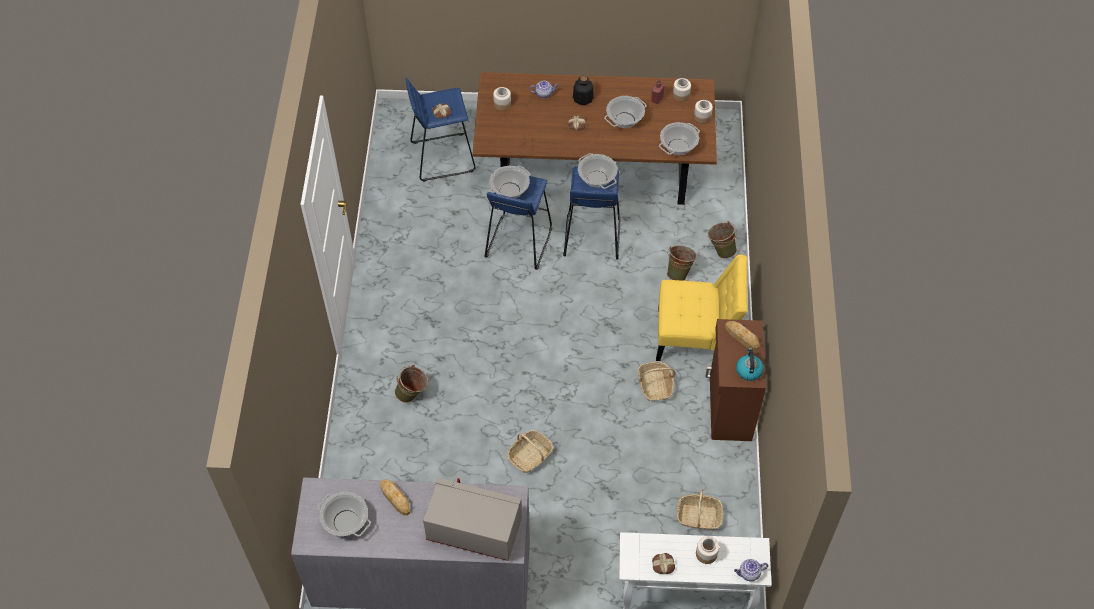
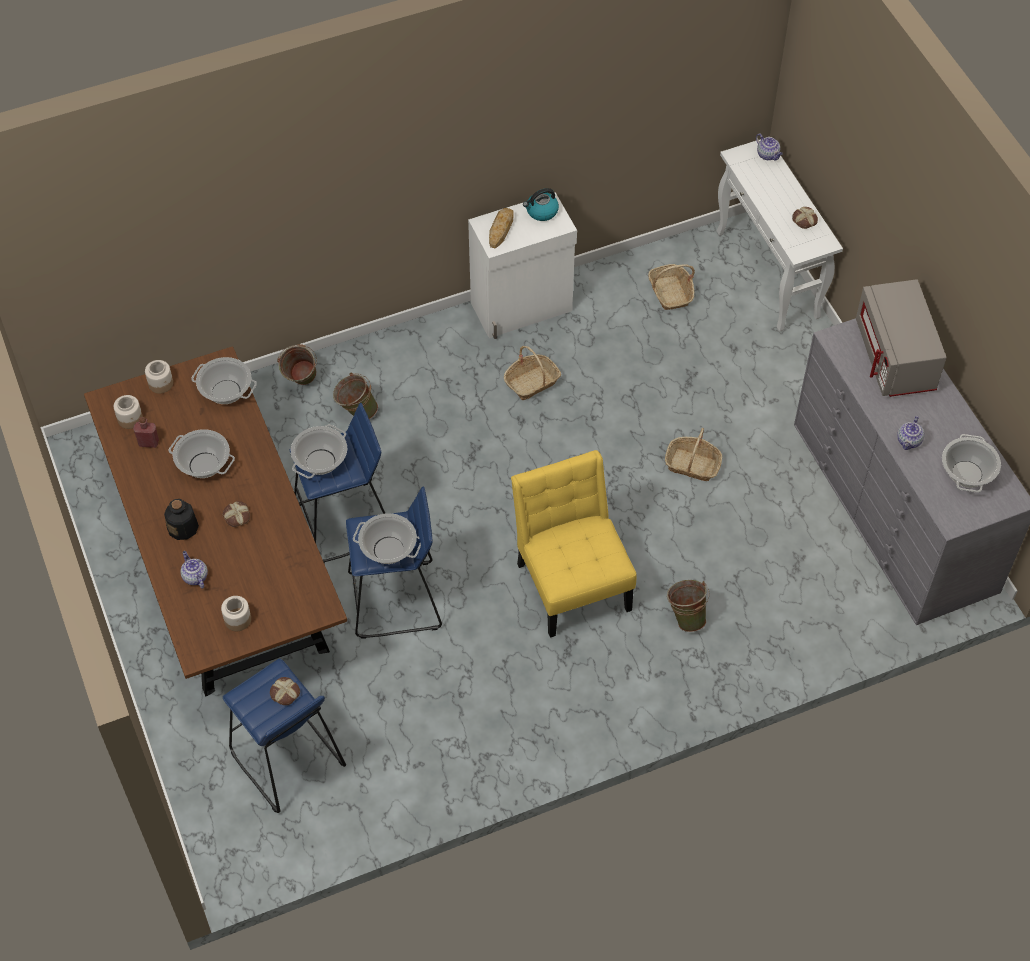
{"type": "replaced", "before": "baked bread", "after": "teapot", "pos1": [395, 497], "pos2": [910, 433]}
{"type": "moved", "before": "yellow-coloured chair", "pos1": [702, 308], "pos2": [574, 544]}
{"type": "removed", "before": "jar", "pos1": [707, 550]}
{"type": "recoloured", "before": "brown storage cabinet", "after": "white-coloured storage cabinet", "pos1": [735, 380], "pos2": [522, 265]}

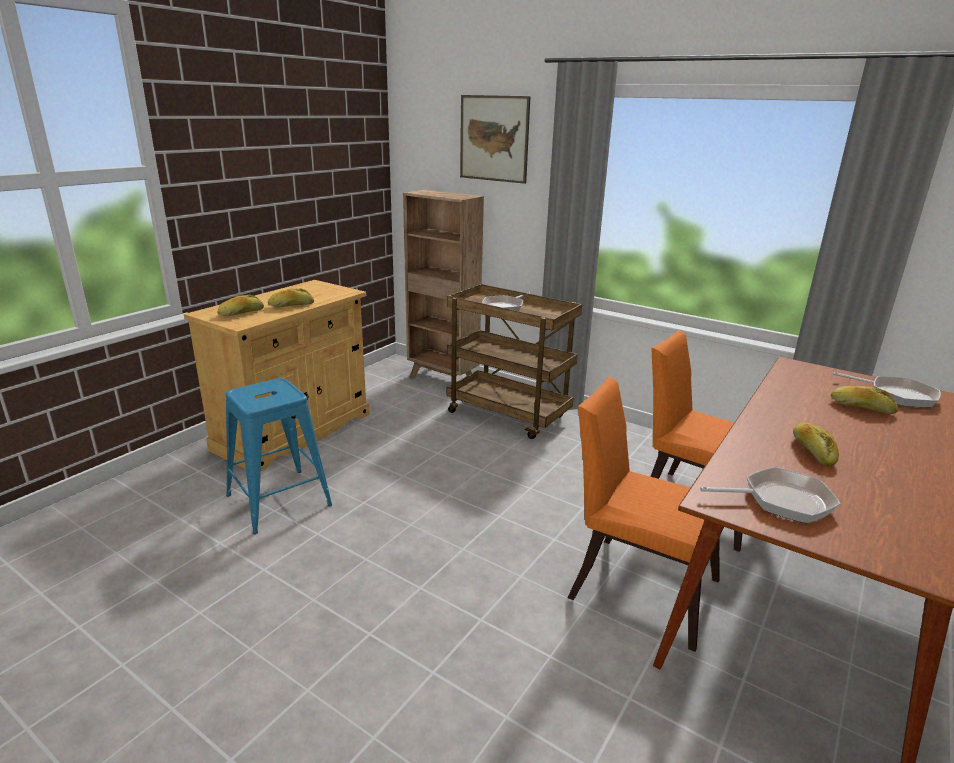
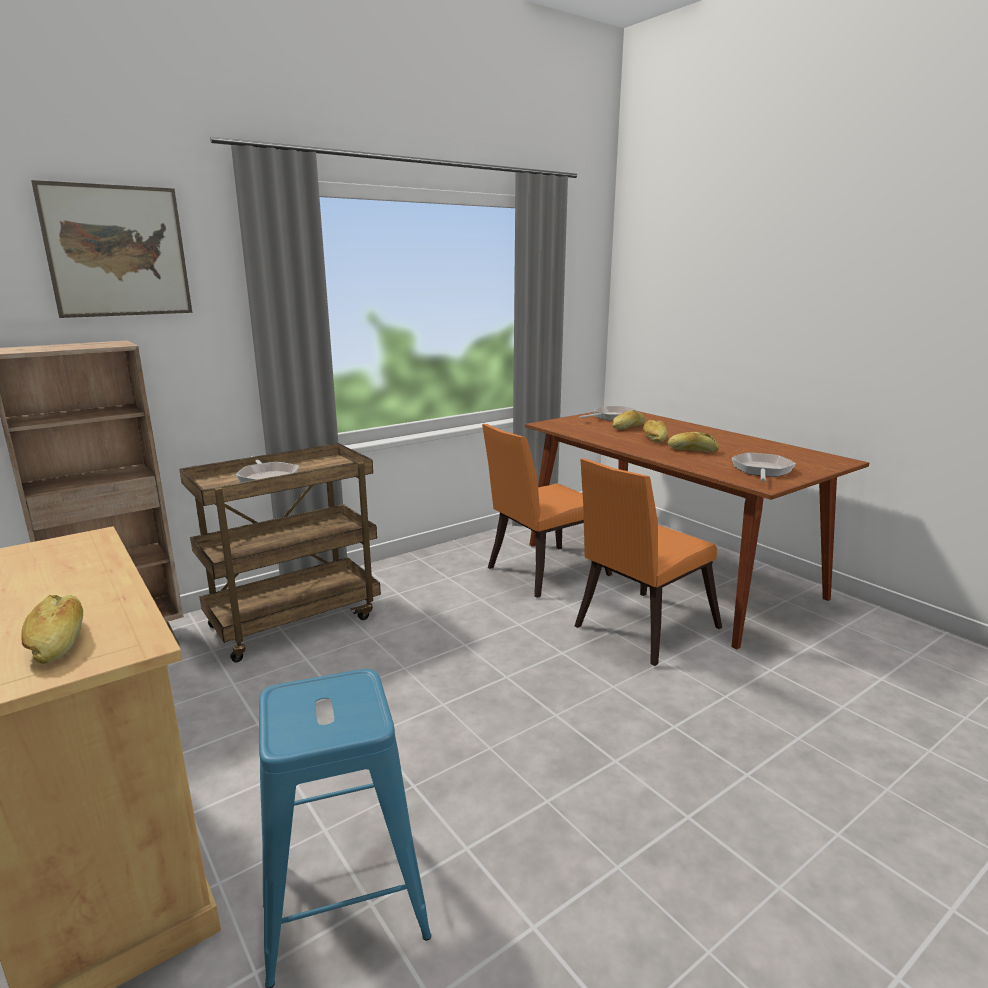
{"type": "moved", "before": "baked bread", "pos1": [291, 297], "pos2": [655, 431]}

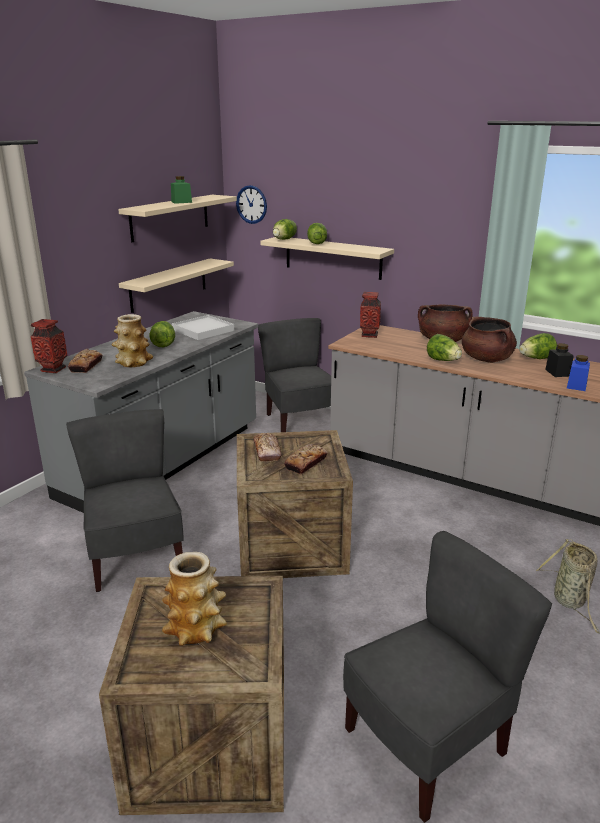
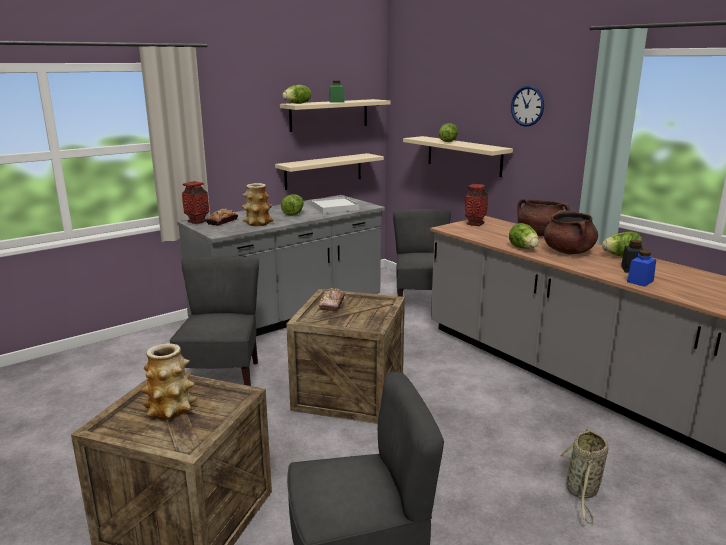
{"type": "moved", "before": "hanging clock", "pos1": [251, 204], "pos2": [527, 106]}
{"type": "moved", "before": "head of lettuce", "pos1": [285, 229], "pos2": [296, 94]}
{"type": "removed", "before": "baked bread", "pos1": [305, 459]}

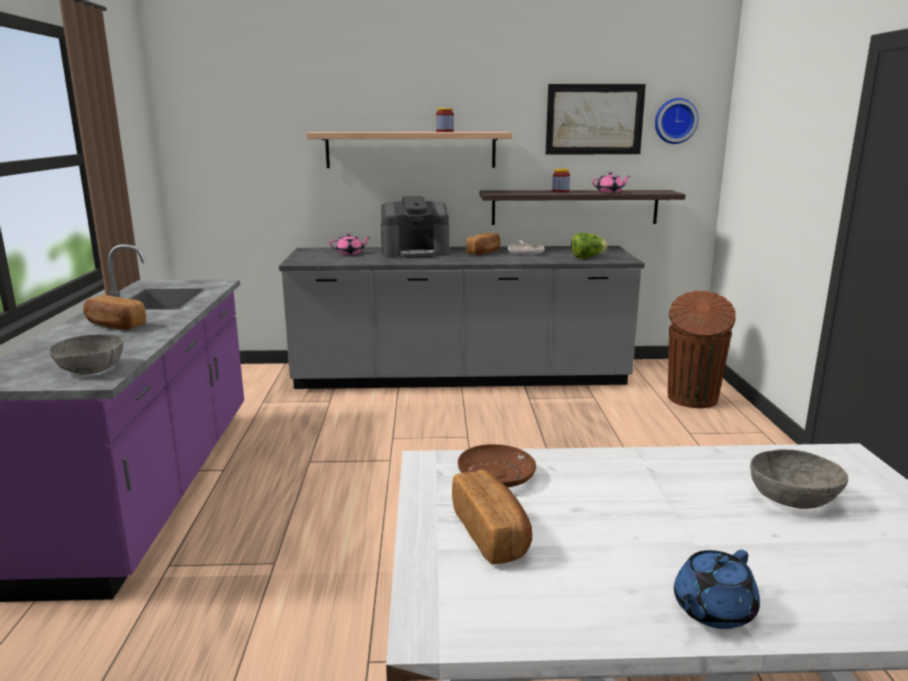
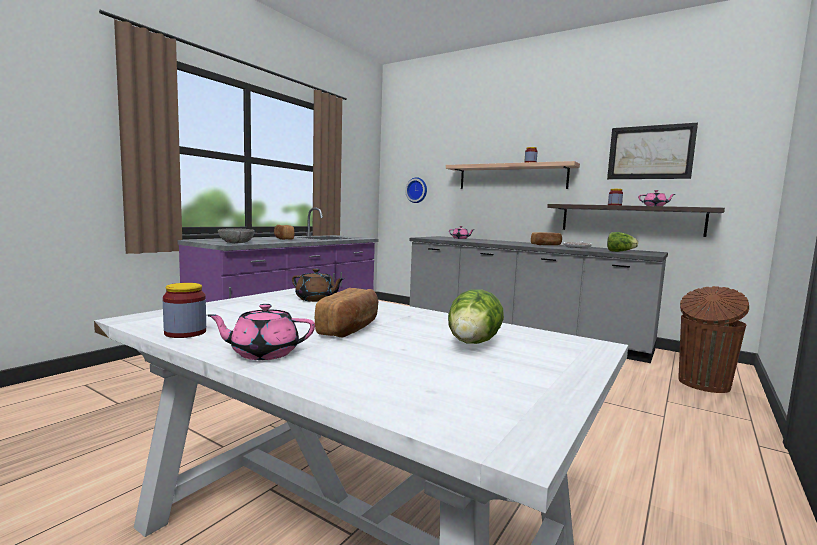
{"type": "removed", "before": "coffee maker", "pos1": [415, 227]}
{"type": "moved", "before": "baked bread", "pos1": [492, 517], "pos2": [347, 313]}
{"type": "replaced", "before": "brown flat dish", "after": "brown teapot", "pos1": [497, 465], "pos2": [318, 285]}
{"type": "moved", "before": "hanging clock", "pos1": [676, 121], "pos2": [416, 190]}
{"type": "recoloured", "before": "bluish teapot", "after": "pink-coloured teapot", "pos1": [717, 589], "pos2": [261, 332]}
{"type": "replaced", "before": "gray deep dish", "after": "head of lettuce", "pos1": [799, 479], "pos2": [476, 317]}
{"type": "added", "after": "jar", "pos2": [184, 310]}

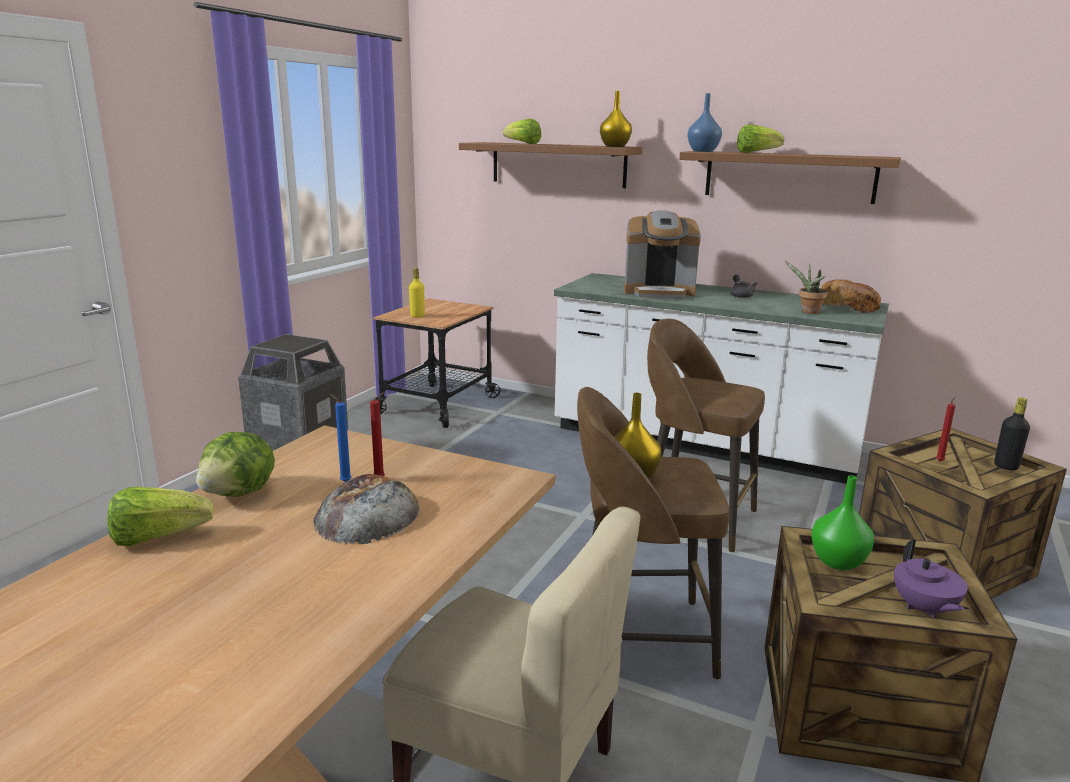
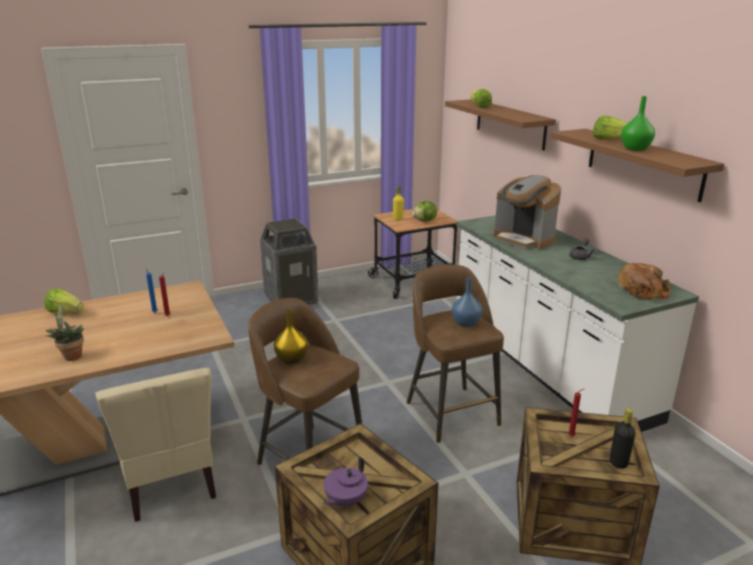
{"type": "moved", "before": "head of lettuce", "pos1": [235, 464], "pos2": [424, 211]}
{"type": "removed", "before": "baked bread", "pos1": [366, 509]}
{"type": "removed", "before": "yellow-coloured decorative vase", "pos1": [616, 119]}
{"type": "moved", "before": "bluish decorative vase", "pos1": [705, 122], "pos2": [467, 302]}
{"type": "moved", "before": "plant in a pot", "pos1": [806, 287], "pos2": [65, 332]}
{"type": "moved", "before": "greenish decorative vase", "pos1": [842, 522], "pos2": [638, 123]}

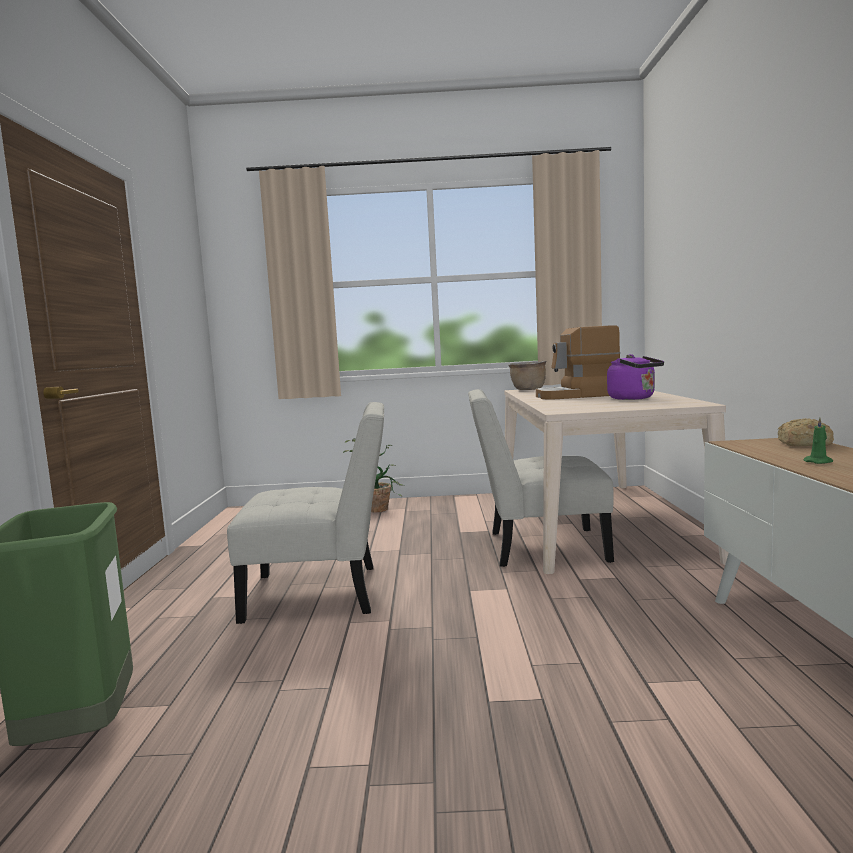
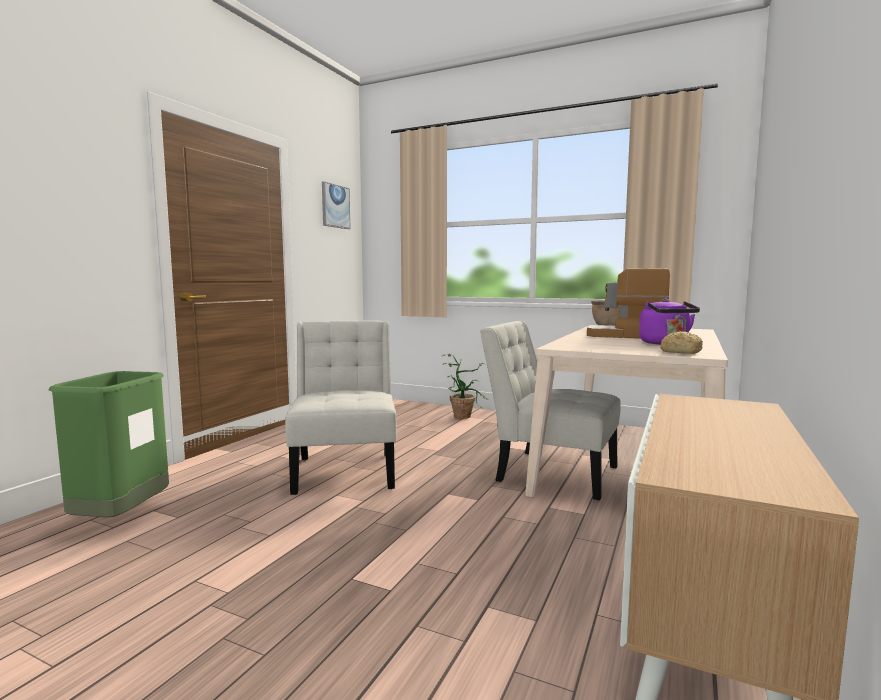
{"type": "turned", "before": "white-coloured chair", "pos1": [305, 513], "pos2": [340, 407], "turn": -120}
{"type": "moved", "before": "baked bread", "pos1": [806, 432], "pos2": [681, 342]}
{"type": "removed", "before": "greenish candle", "pos1": [818, 441]}
{"type": "added", "after": "picture", "pos2": [336, 205]}

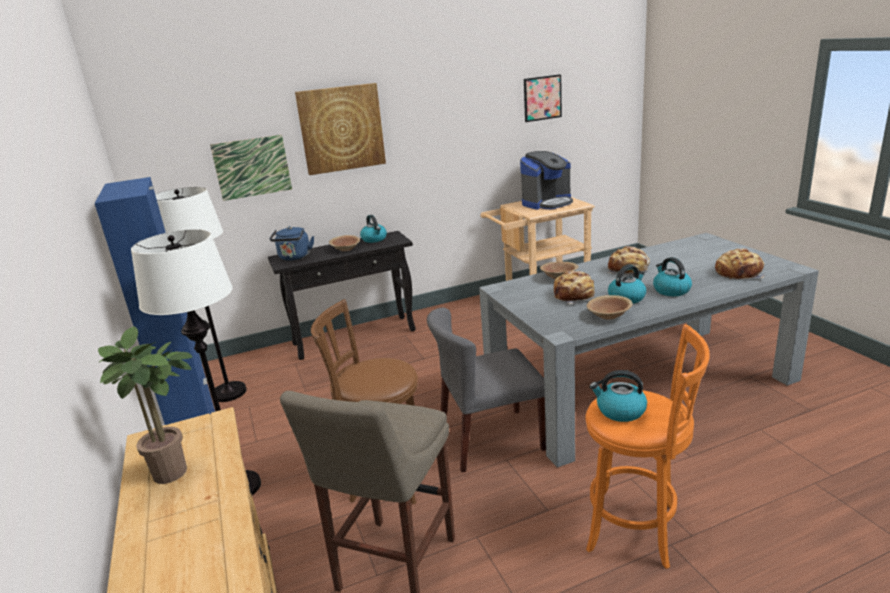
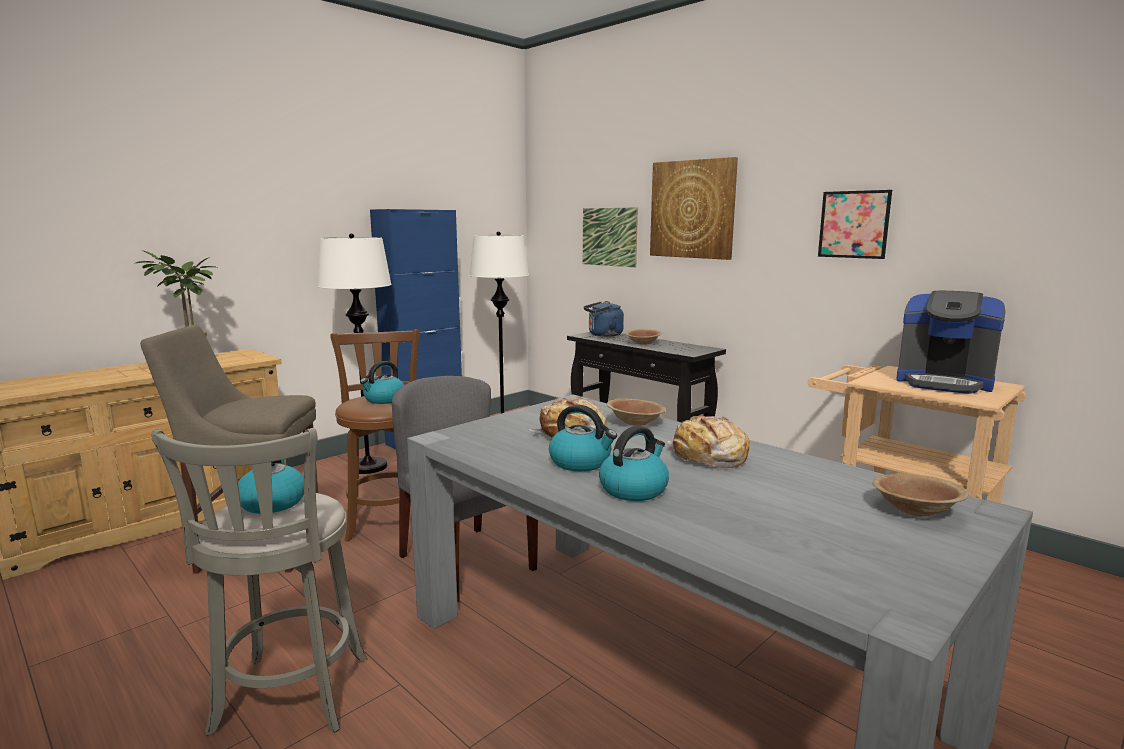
{"type": "moved", "before": "water kettle", "pos1": [373, 229], "pos2": [382, 382]}
{"type": "moved", "before": "picture", "pos1": [543, 98], "pos2": [855, 224]}
{"type": "recoloured", "before": "orange-coloured stool", "after": "gray stool", "pos1": [647, 446], "pos2": [259, 582]}
{"type": "moved", "before": "brown deep dish", "pos1": [610, 307], "pos2": [920, 495]}
{"type": "removed", "before": "baked bread", "pos1": [740, 263]}

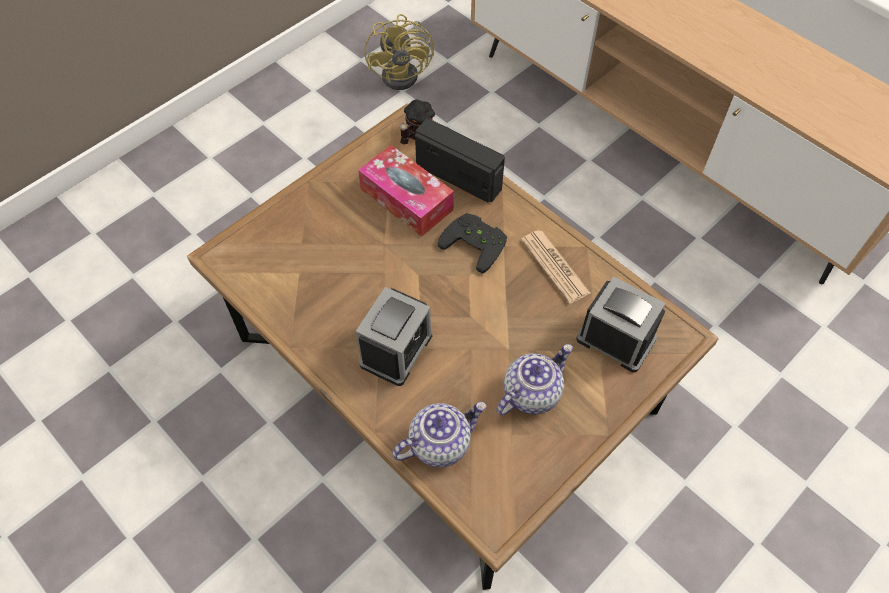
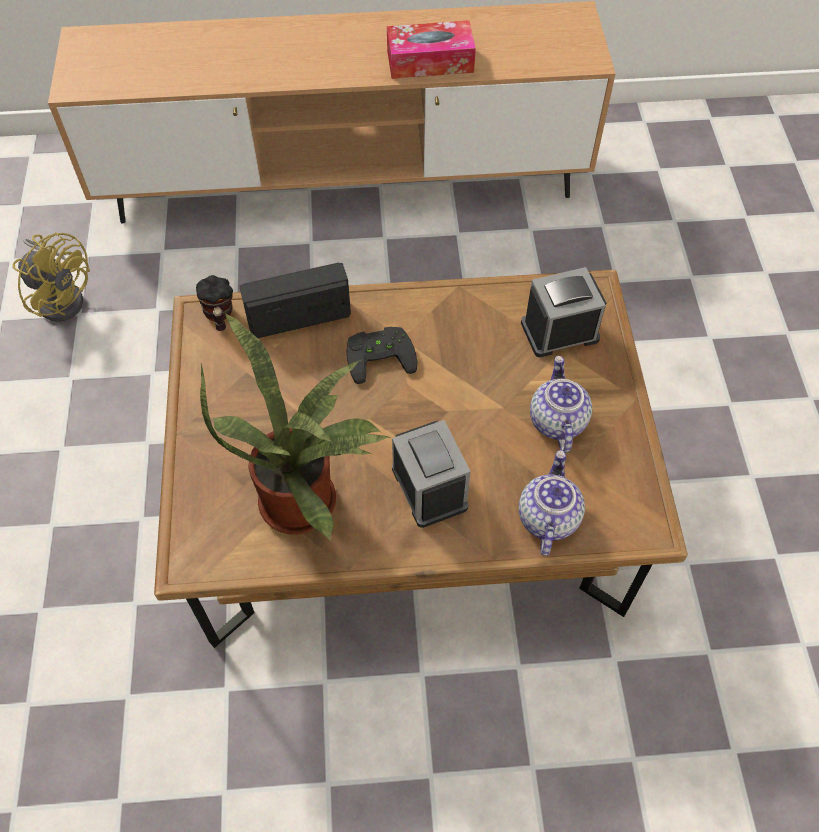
{"type": "moved", "before": "box of tissues", "pos1": [406, 191], "pos2": [431, 49]}
{"type": "removed", "before": "printed paper", "pos1": [556, 267]}
{"type": "added", "after": "plant in a pot", "pos2": [295, 427]}

